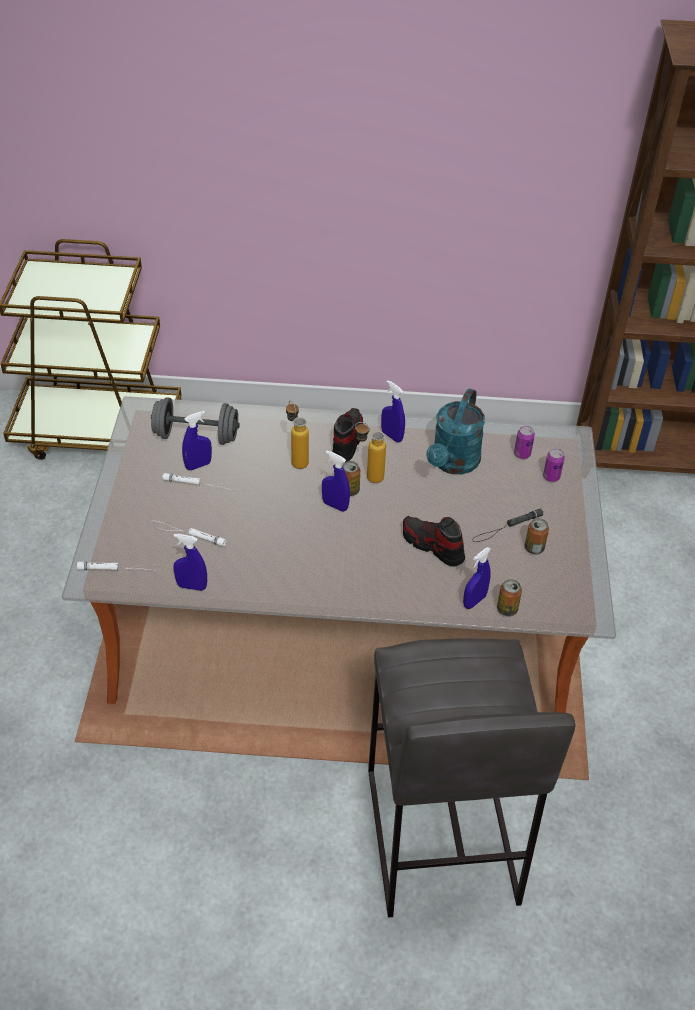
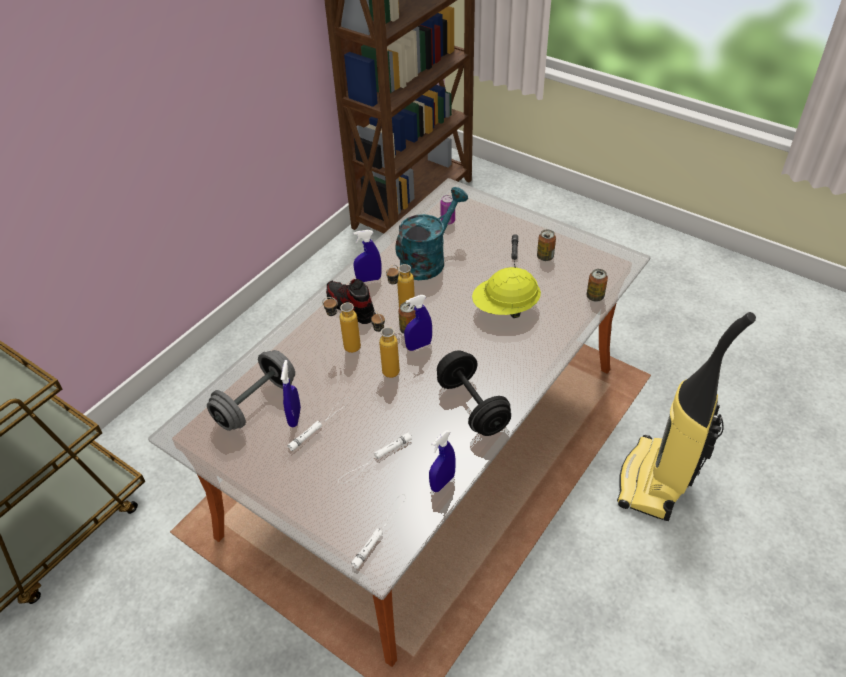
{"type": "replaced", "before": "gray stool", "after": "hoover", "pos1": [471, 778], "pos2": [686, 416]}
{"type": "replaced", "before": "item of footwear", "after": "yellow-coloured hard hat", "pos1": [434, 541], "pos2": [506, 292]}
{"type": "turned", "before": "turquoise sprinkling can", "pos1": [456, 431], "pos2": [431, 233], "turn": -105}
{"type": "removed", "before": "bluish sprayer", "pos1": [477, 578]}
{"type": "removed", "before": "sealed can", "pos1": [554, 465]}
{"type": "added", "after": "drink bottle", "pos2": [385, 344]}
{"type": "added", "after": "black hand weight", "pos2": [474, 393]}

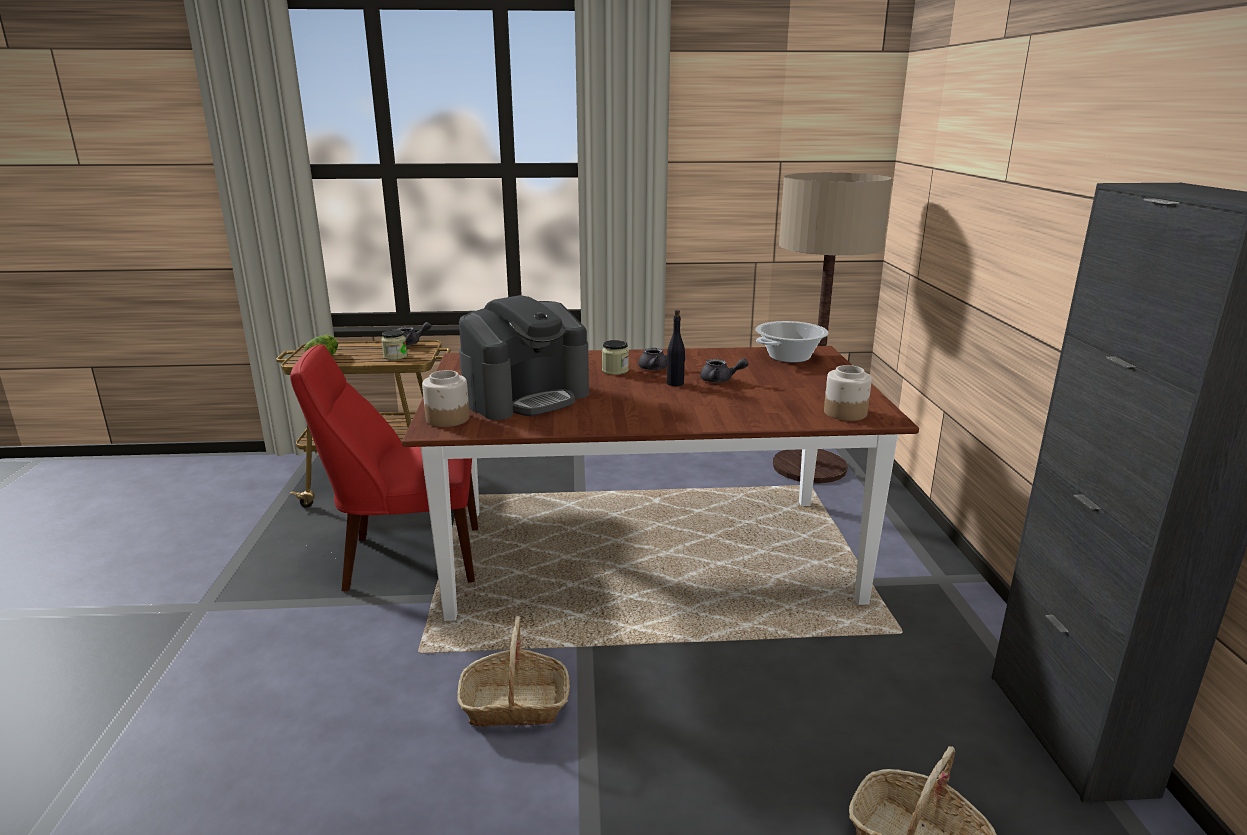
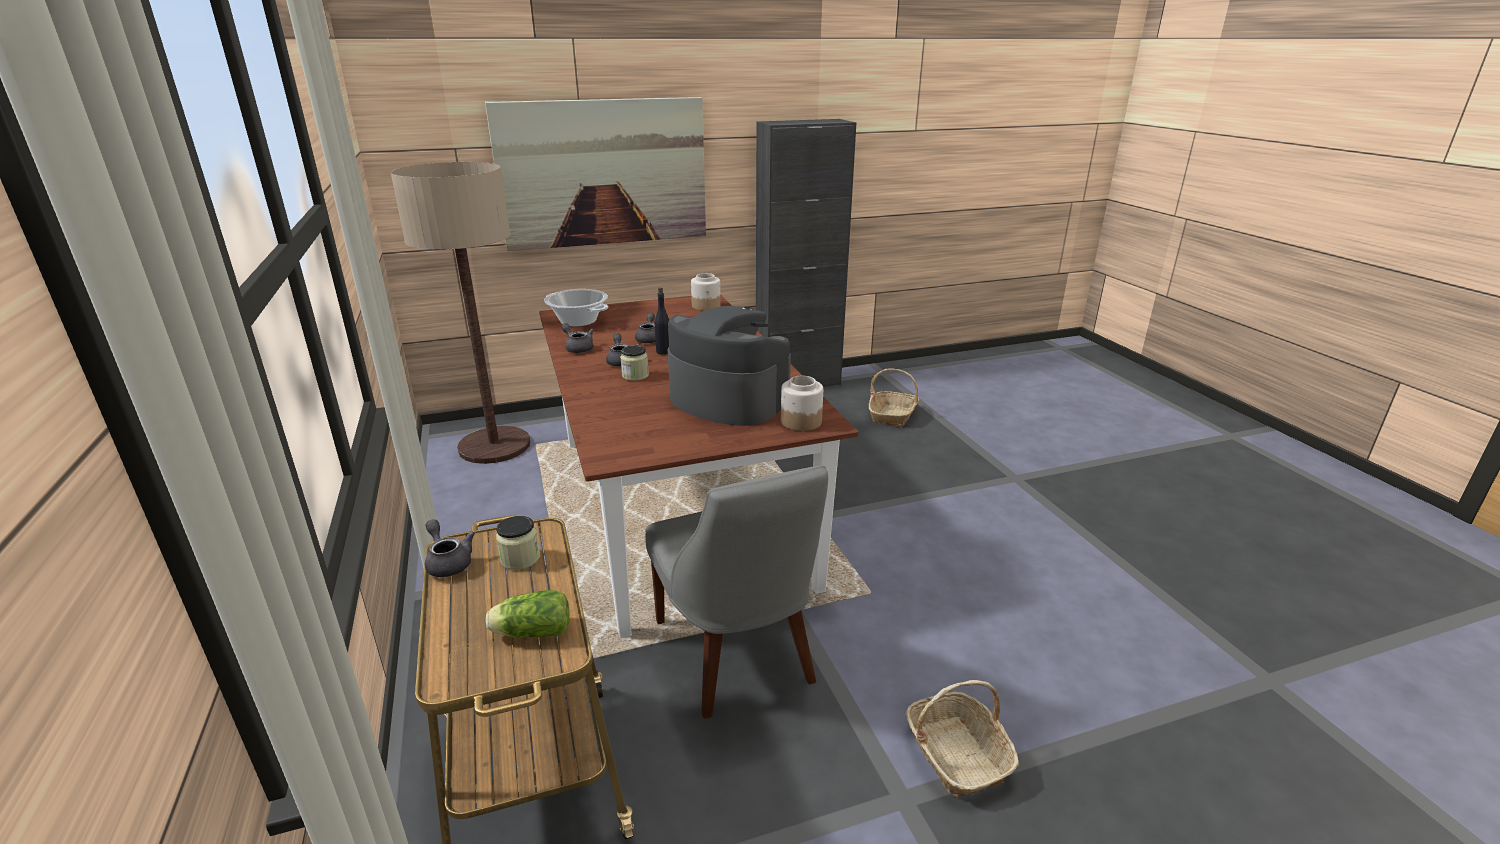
{"type": "recoloured", "before": "red chair", "after": "gray chair", "pos1": [384, 467], "pos2": [736, 592]}
{"type": "moved", "before": "basket", "pos1": [513, 671], "pos2": [962, 739]}
{"type": "added", "after": "picture", "pos2": [595, 174]}
{"type": "added", "after": "gray teapot", "pos2": [577, 338]}

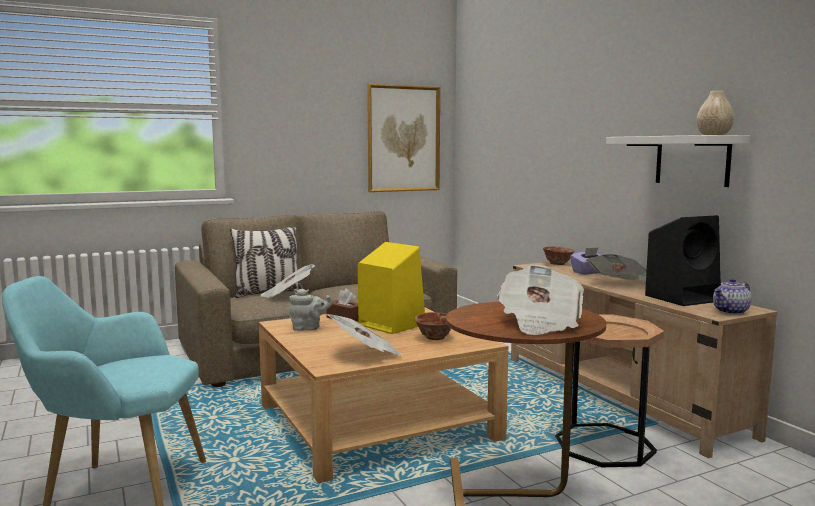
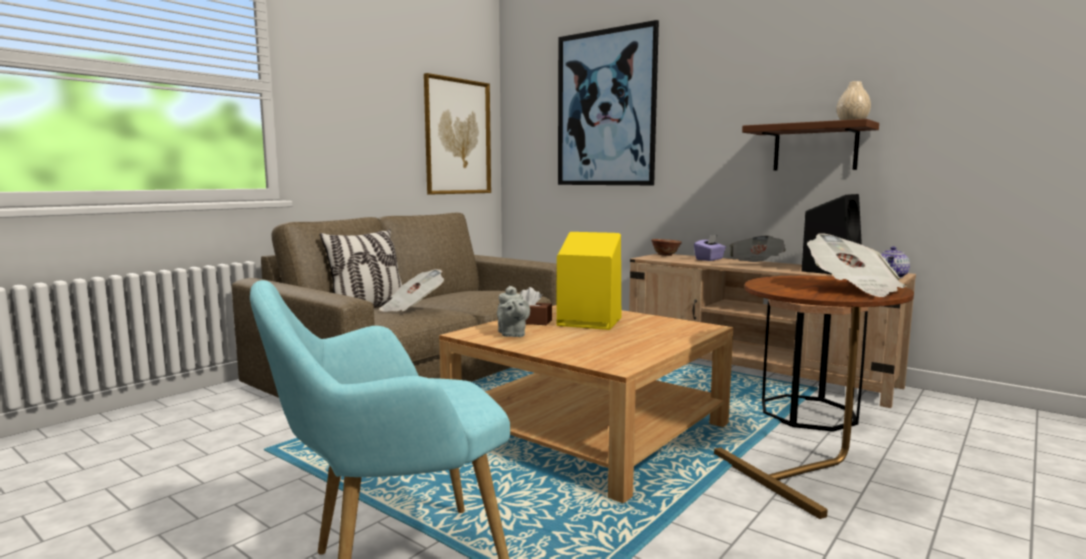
{"type": "turned", "before": "gray teapot", "pos1": [310, 310], "pos2": [513, 311], "turn": 105}
{"type": "removed", "before": "printed paper", "pos1": [365, 335]}
{"type": "removed", "before": "deep dish", "pos1": [433, 326]}
{"type": "recoloured", "before": "white-coloured shelf", "after": "brown shelf", "pos1": [678, 161], "pos2": [810, 144]}
{"type": "added", "after": "picture", "pos2": [608, 102]}

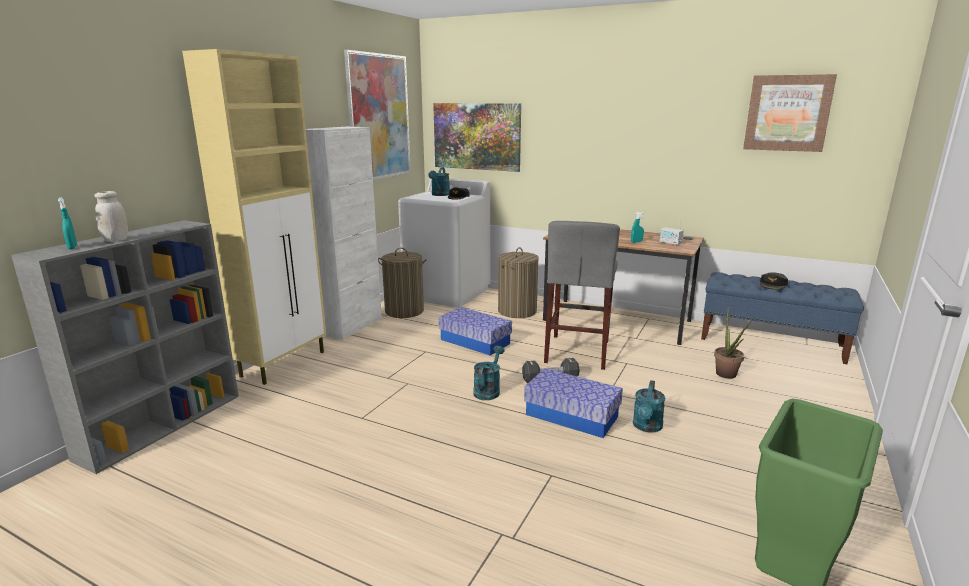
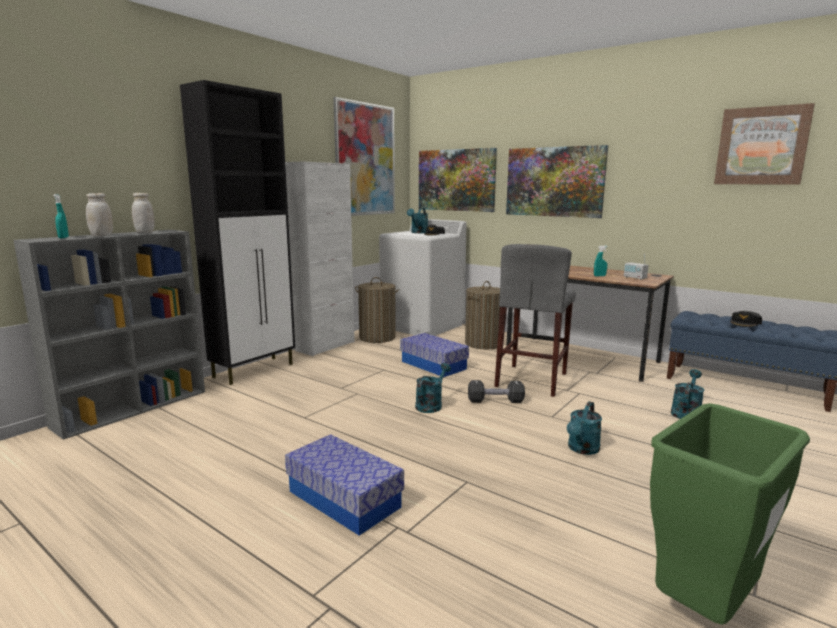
{"type": "recoloured", "before": "sand-coloured storage cabinet", "after": "black storage cabinet", "pos1": [254, 217], "pos2": [237, 232]}
{"type": "moved", "before": "storage container", "pos1": [573, 403], "pos2": [344, 485]}
{"type": "replaced", "before": "plant in a pot", "after": "turquoise sprinkling can", "pos1": [733, 342], "pos2": [687, 394]}
{"type": "added", "after": "white-coloured jar", "pos2": [143, 213]}
{"type": "added", "after": "picture", "pos2": [557, 181]}

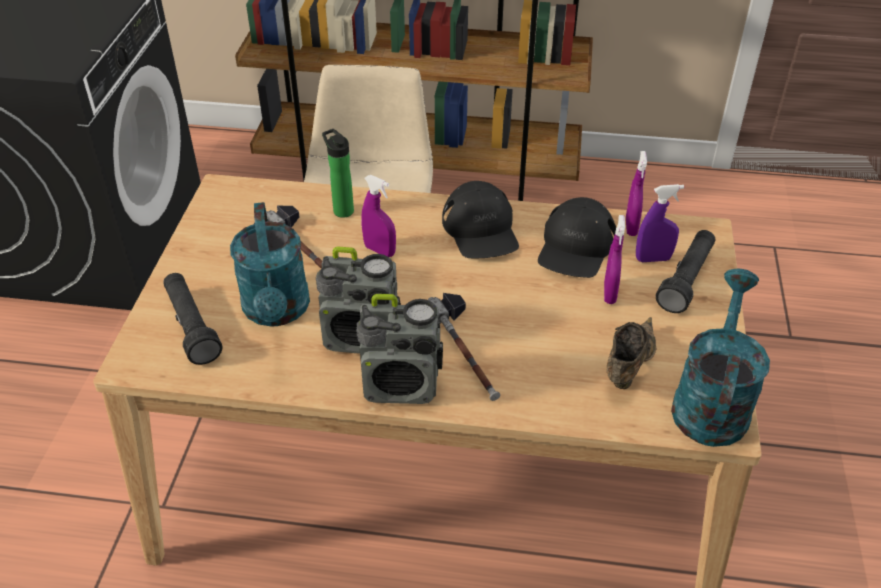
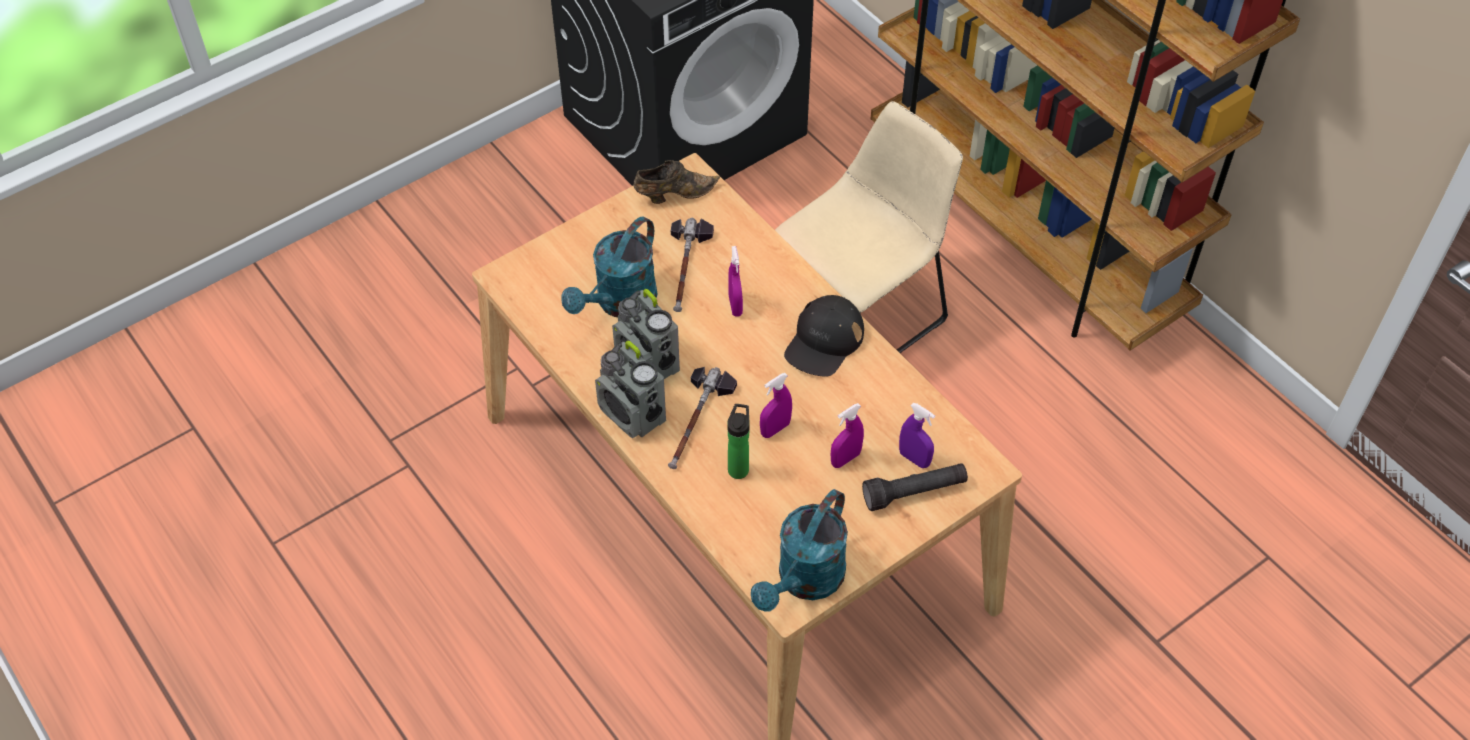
{"type": "removed", "before": "black hand torch", "pos1": [193, 319]}
{"type": "moved", "before": "drink bottle", "pos1": [338, 173], "pos2": [738, 441]}
{"type": "removed", "before": "black baseball cap", "pos1": [577, 237]}
{"type": "moved", "before": "brown item of footwear", "pos1": [631, 353], "pos2": [676, 182]}
{"type": "moved", "before": "purple-coloured sprayer", "pos1": [636, 193], "pos2": [776, 405]}
{"type": "turned", "before": "turquoise sprinkling can", "pos1": [720, 358], "pos2": [799, 550], "turn": 150}

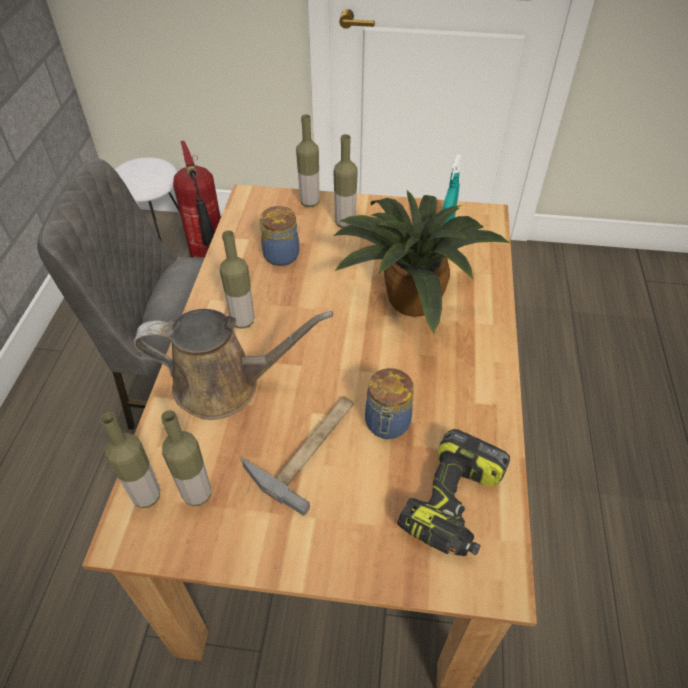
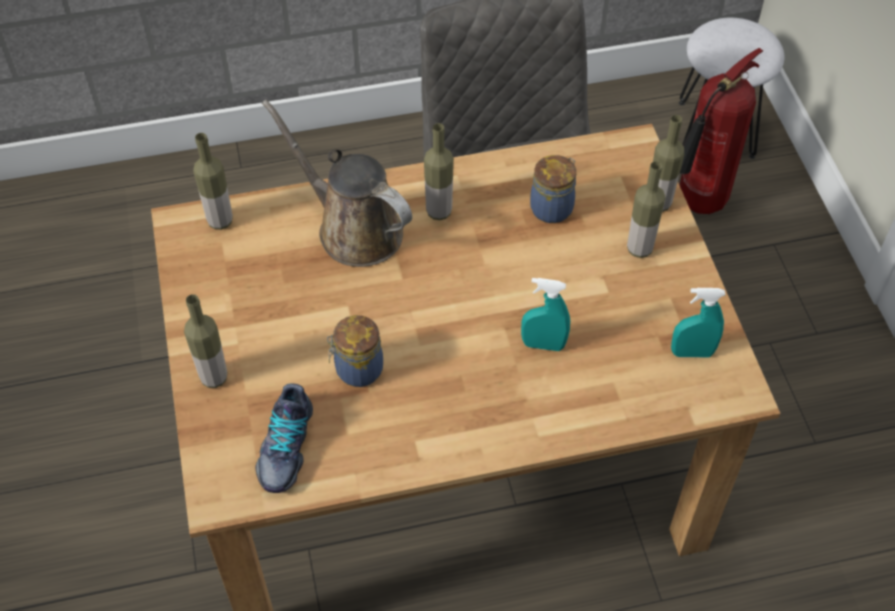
{"type": "turned", "before": "brown sprinkling can", "pos1": [233, 364], "pos2": [337, 183], "turn": 150}
{"type": "moved", "before": "drink bottle", "pos1": [186, 458], "pos2": [205, 341]}
{"type": "removed", "before": "hand hammer", "pos1": [298, 456]}
{"type": "replaced", "before": "plant in a pot", "after": "turquoise sprayer", "pos1": [421, 262], "pos2": [545, 314]}
{"type": "replaced", "before": "electric drill", "after": "item of footwear", "pos1": [453, 492], "pos2": [284, 438]}

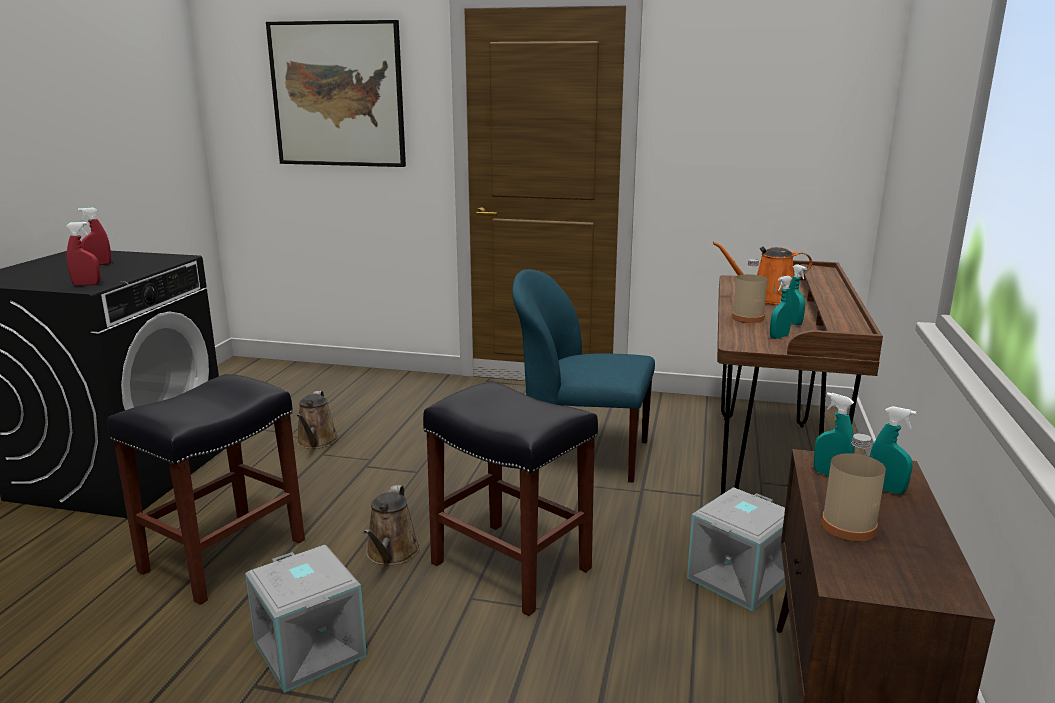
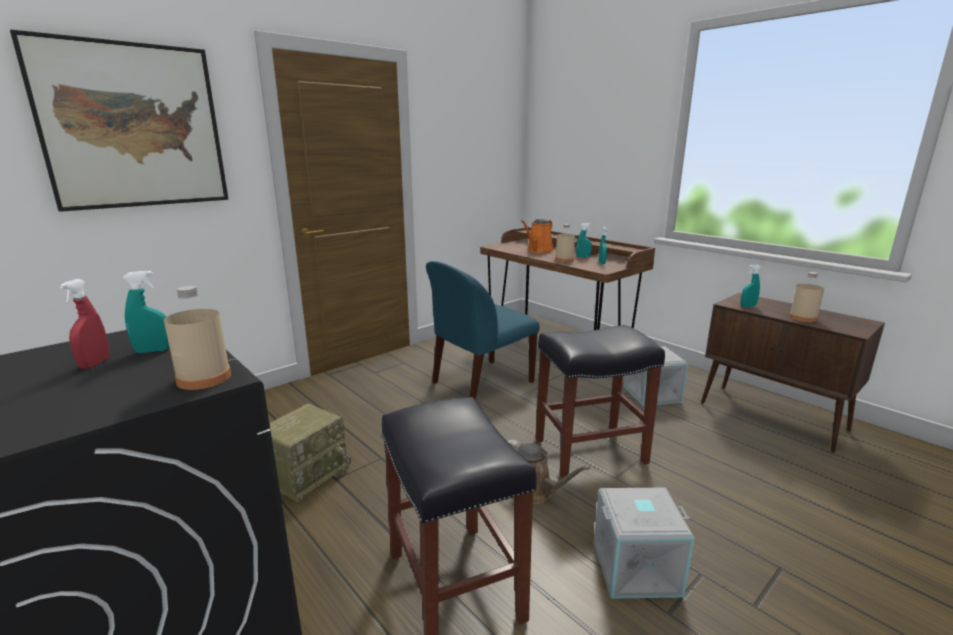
{"type": "replaced", "before": "red sprayer", "after": "sand-coloured drink bottle", "pos1": [83, 254], "pos2": [197, 338]}
{"type": "replaced", "before": "brown sprinkling can", "after": "radio set", "pos1": [317, 420], "pos2": [310, 453]}
{"type": "moved", "before": "turquoise sprayer", "pos1": [893, 450], "pos2": [146, 312]}

